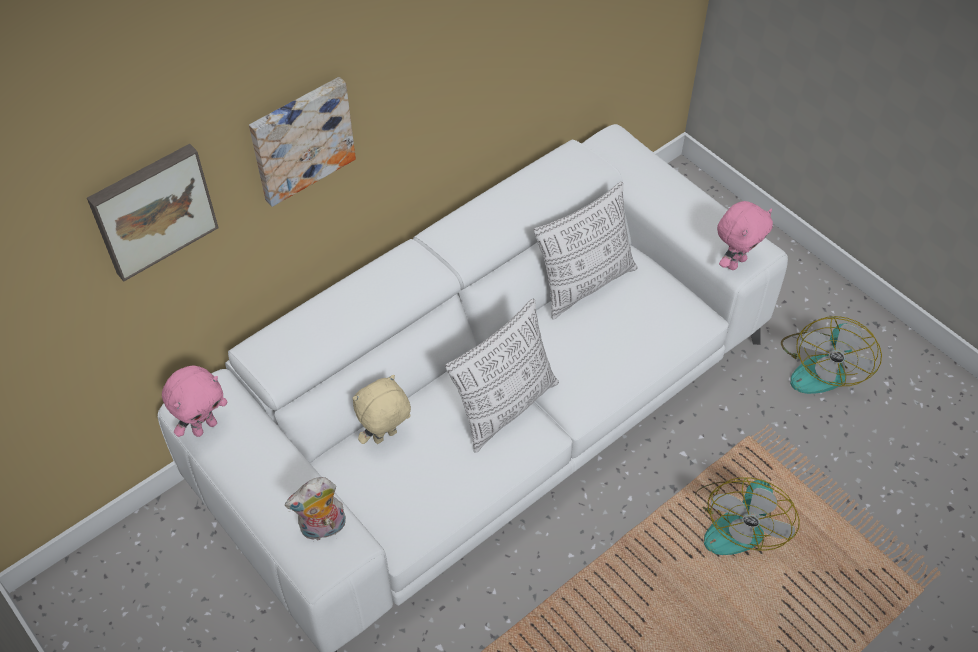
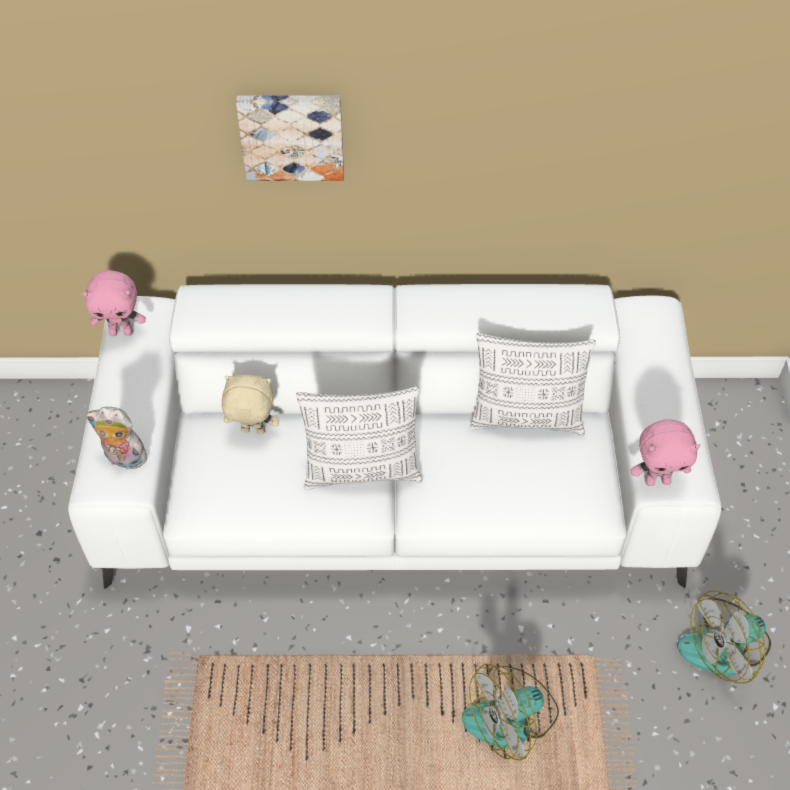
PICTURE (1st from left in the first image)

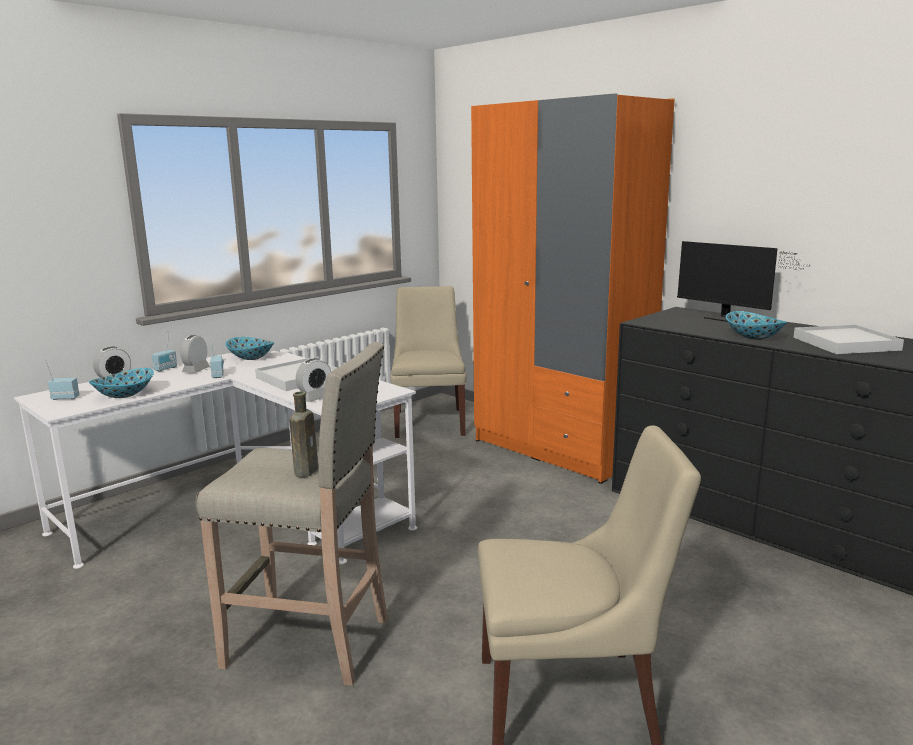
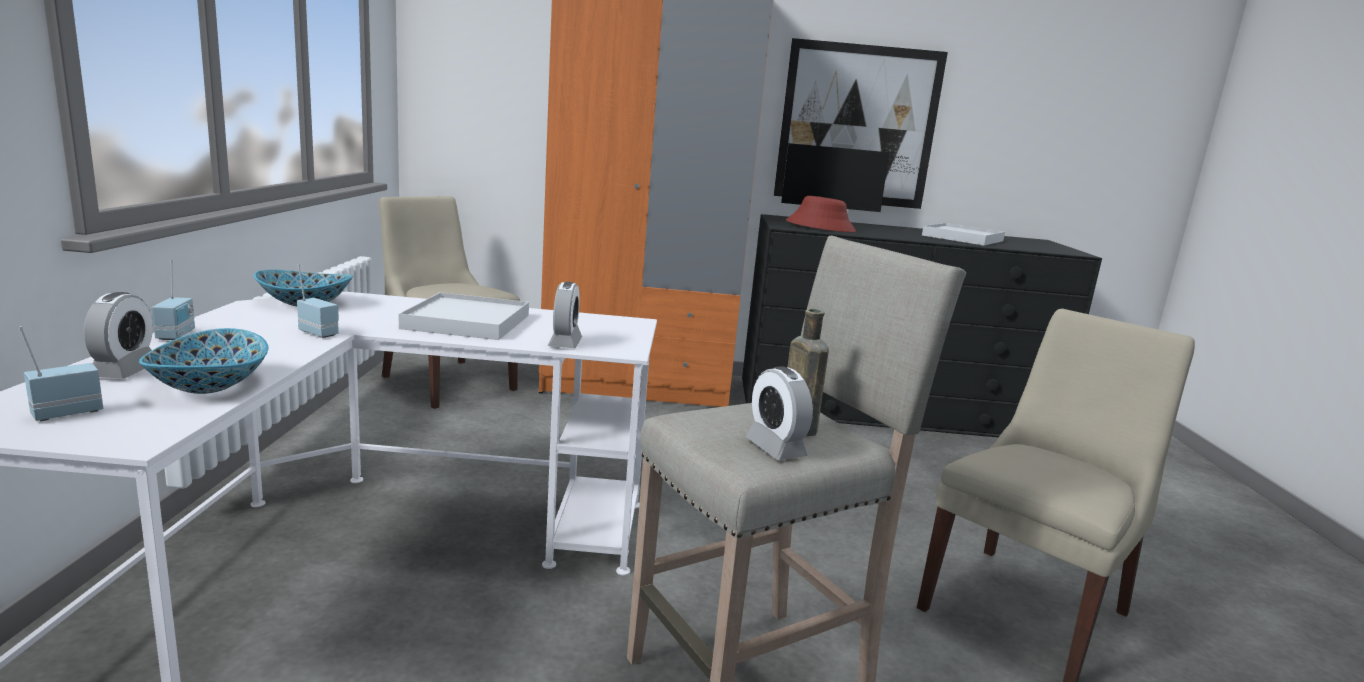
BOWL (3rd from left in the first image)
ALARM CLOCK (3rd from left)
PICTURE
RED HAT

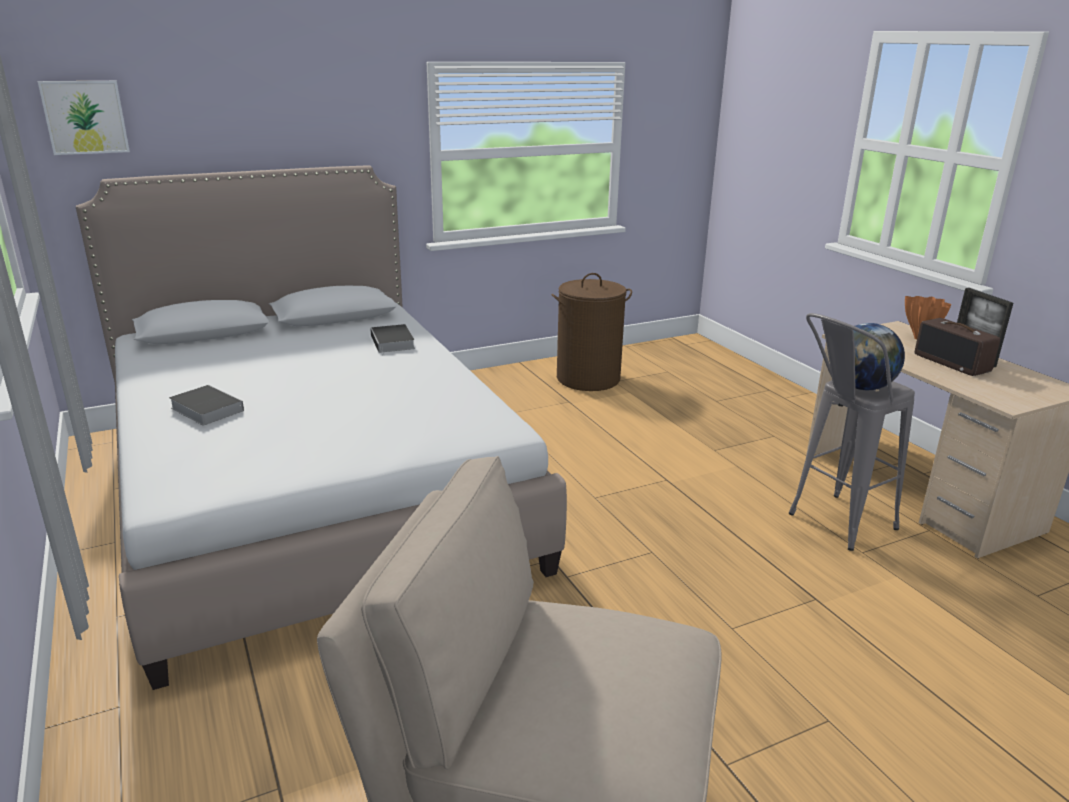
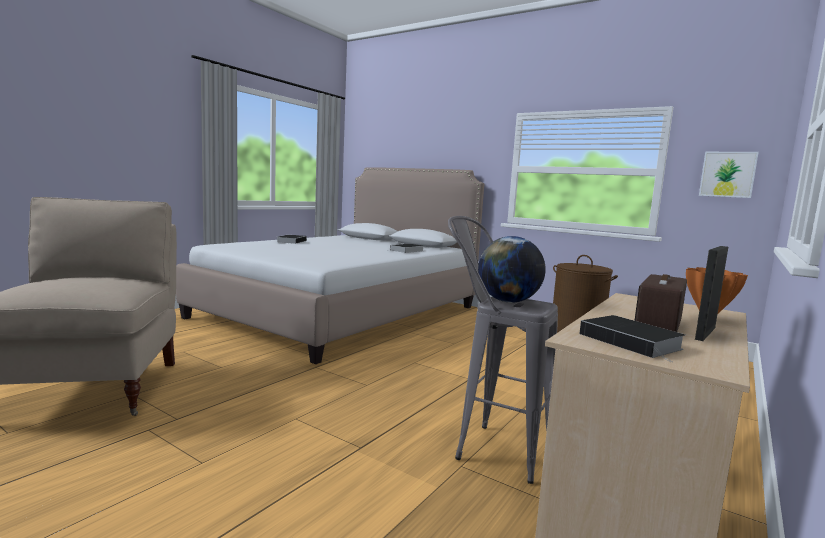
PICTURE
BOOK (3rd from left)

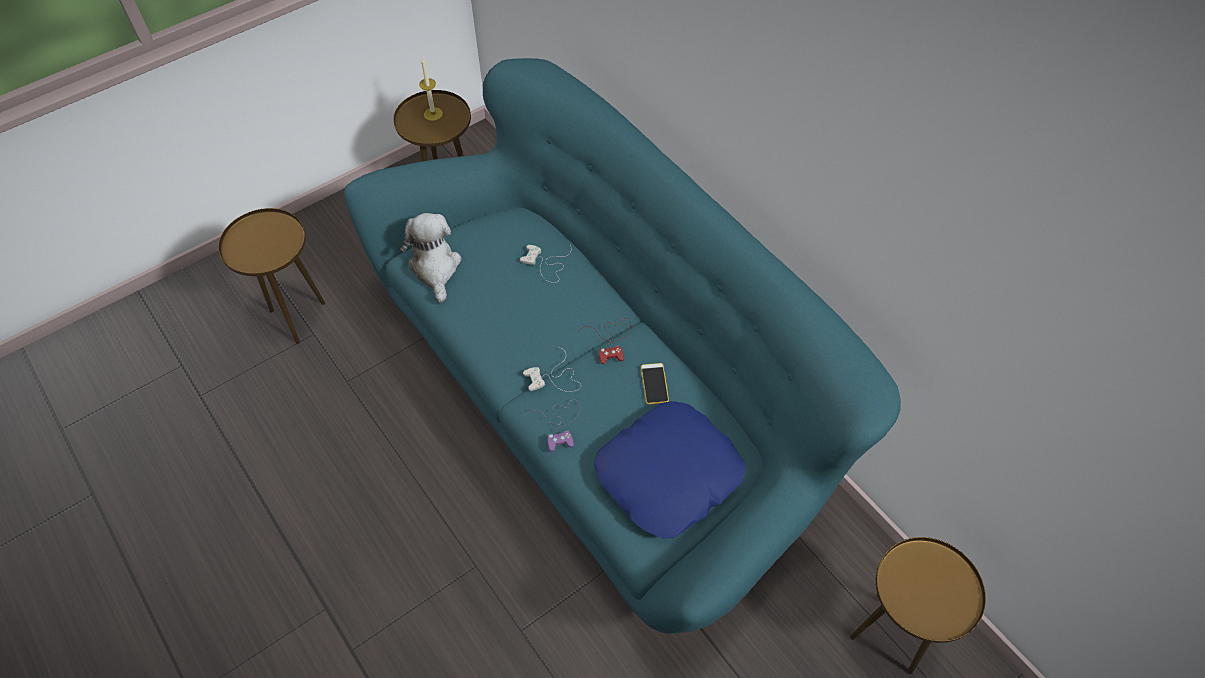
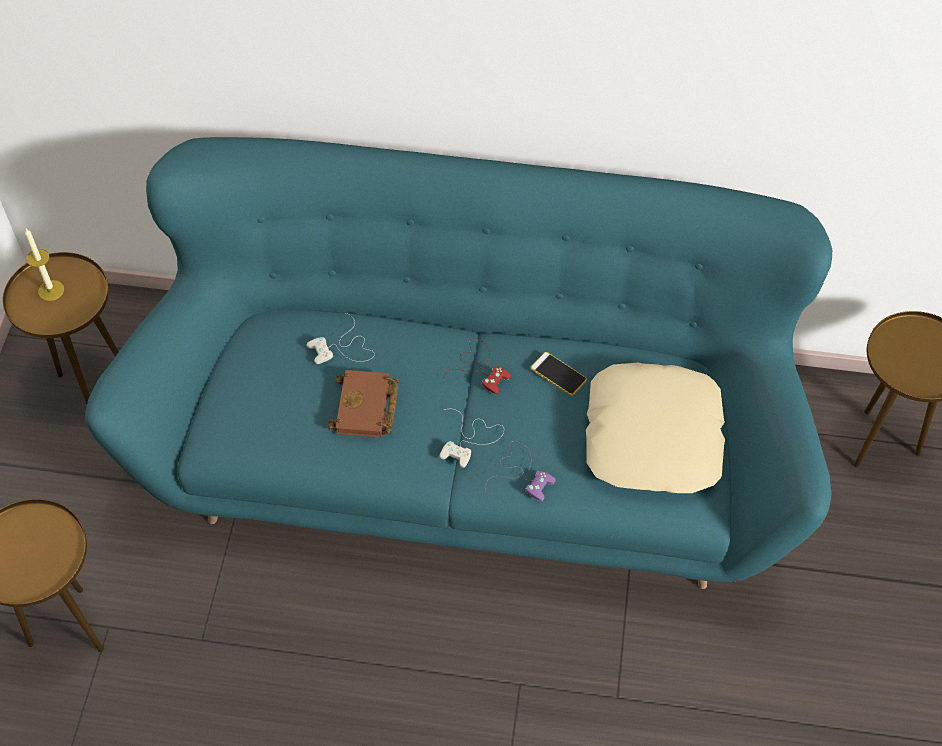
PLUSH TOY
BEIGE PILLOW
BROWN BOOK

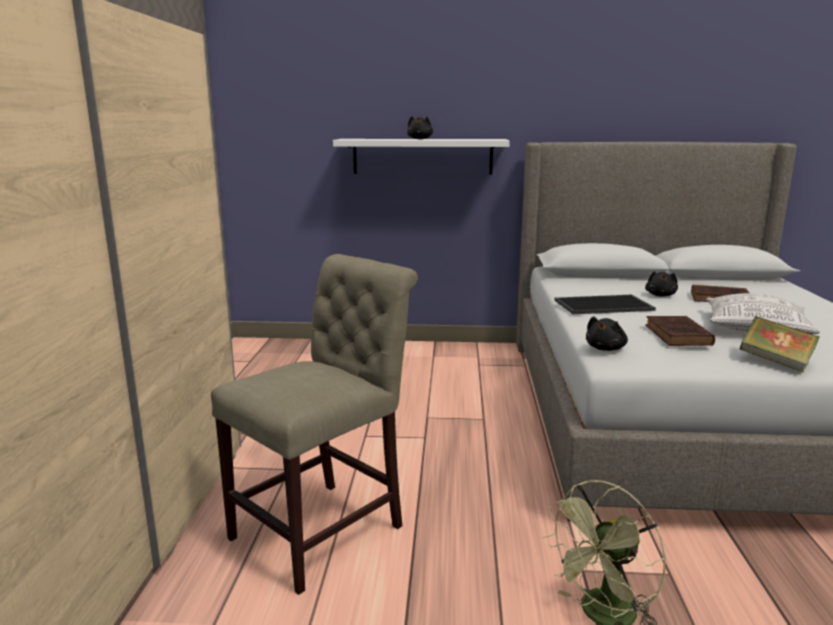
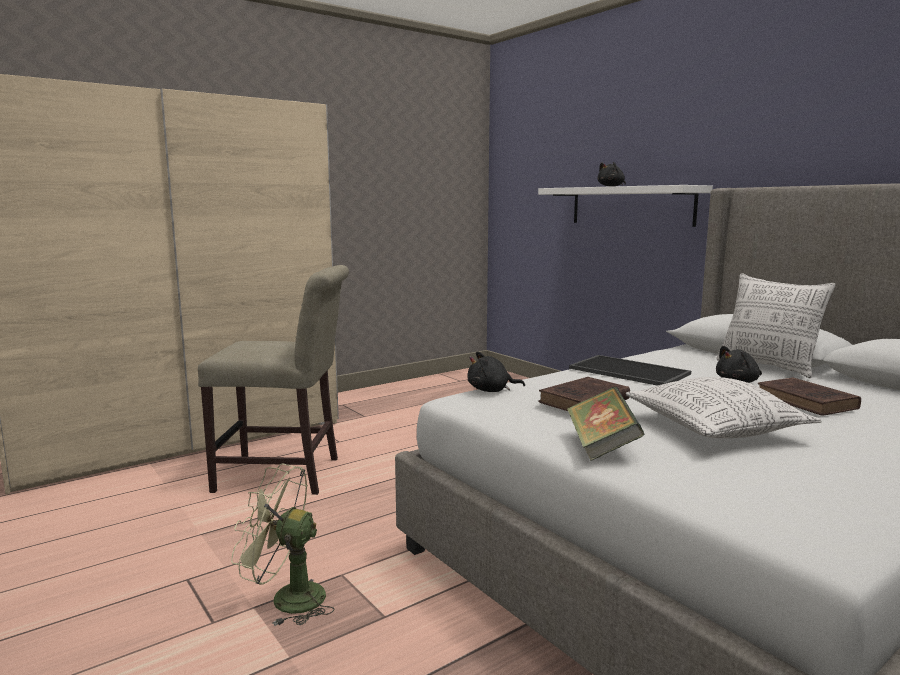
PILLOW (2nd from left)

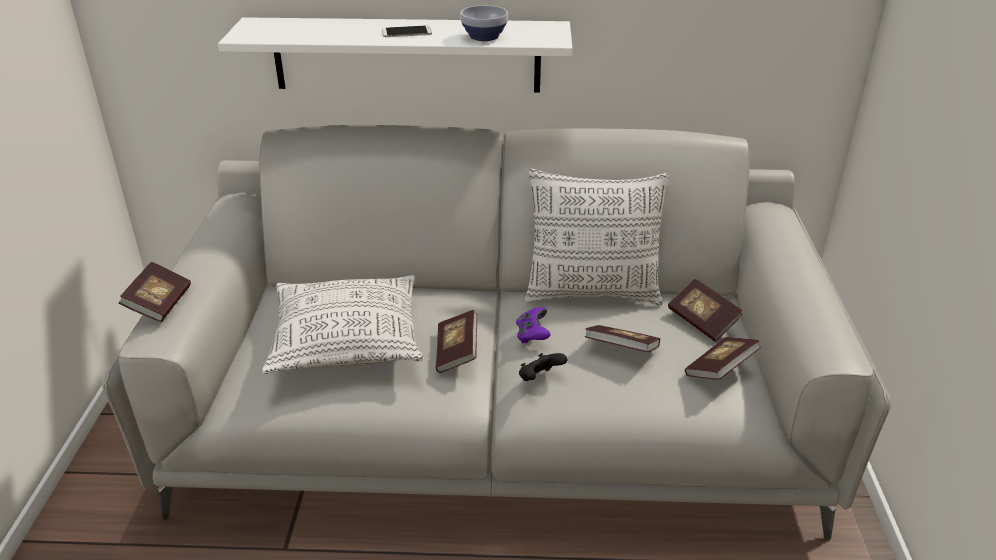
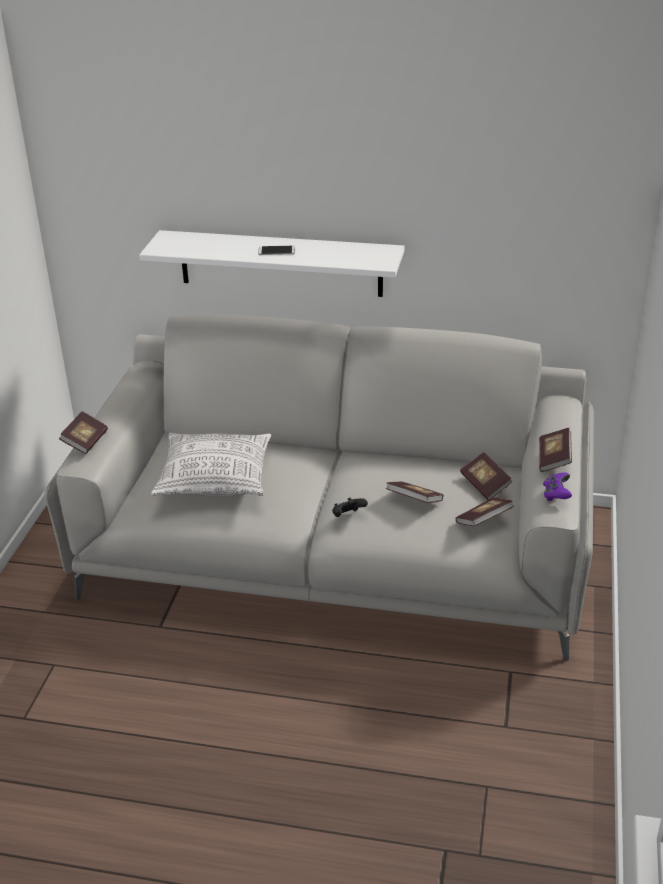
BOWL
PILLOW (2nd from left in the first image)
PURPLE GAME CONTROLLER
BOOK (5th from left)

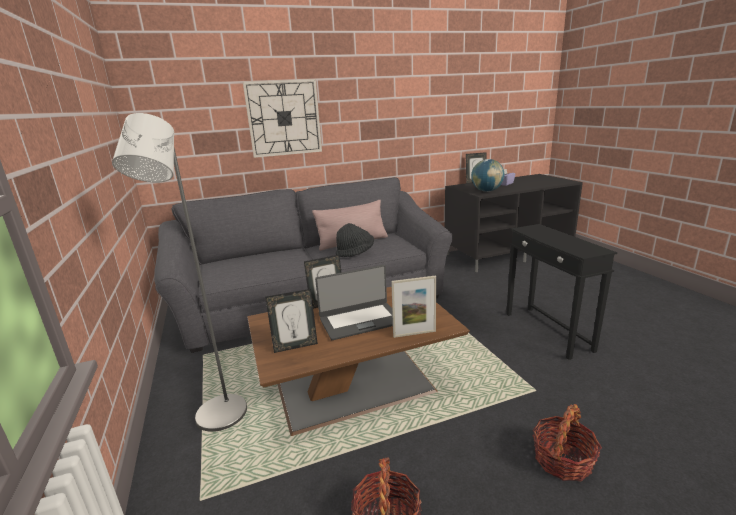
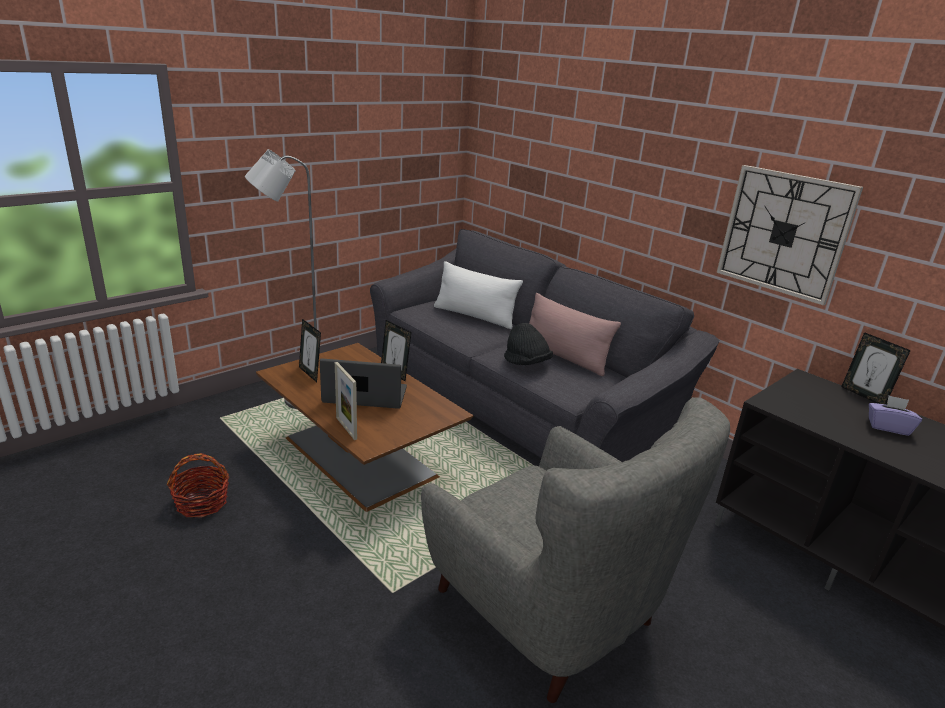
WALL CLOCK
GLOBE
GREY ARMCHAIR
LAPTOP
BASKET (2nd from left in the first image)
WHITE PILLOW

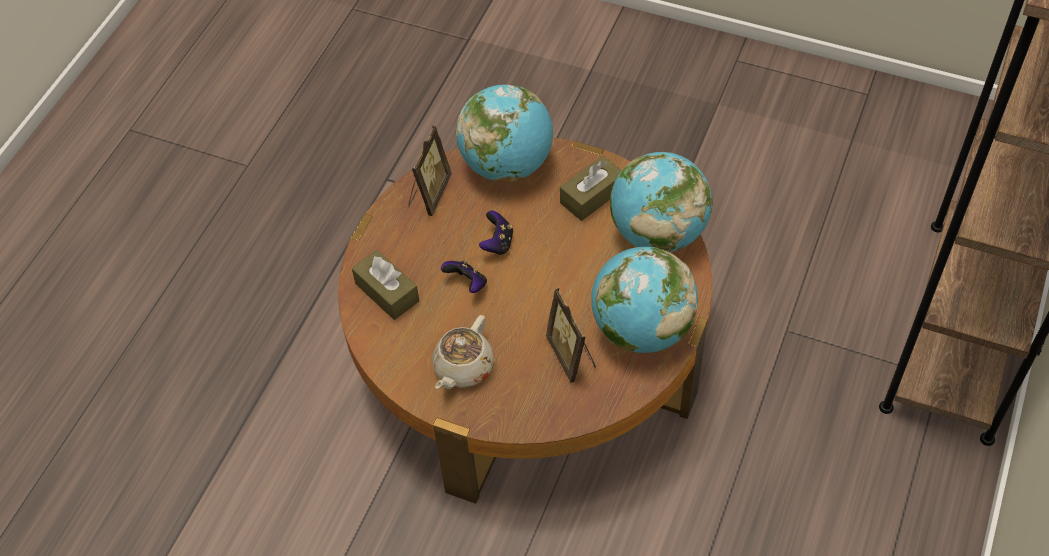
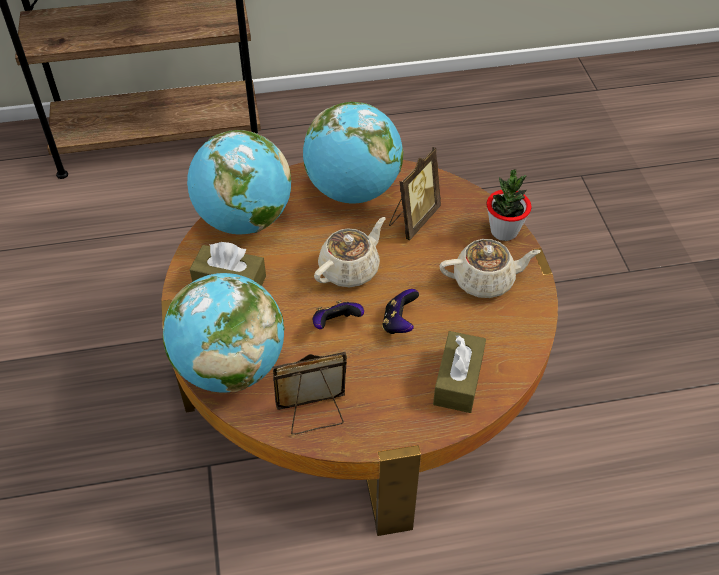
POTTED PLANT
BEIGE TEAPOT (1st from left)

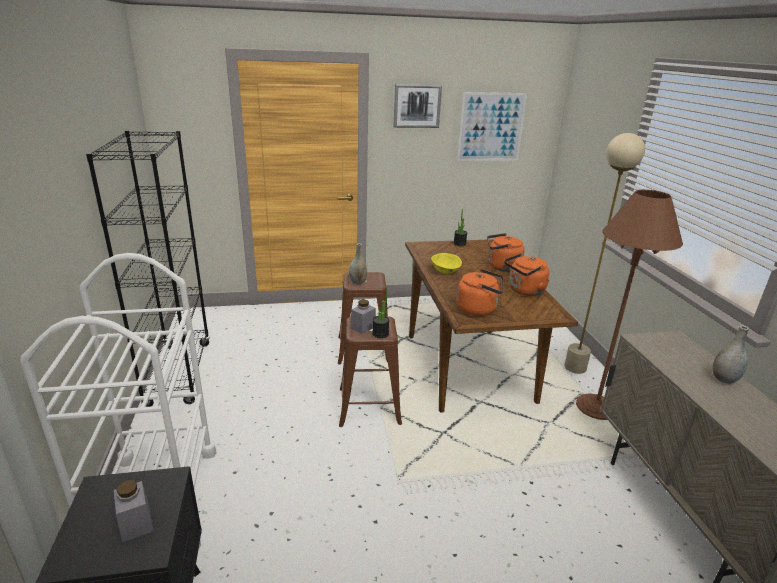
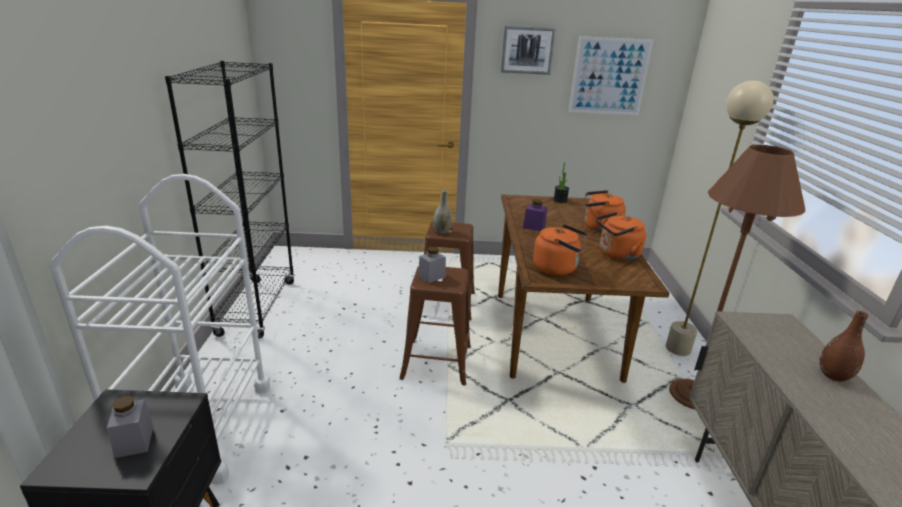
PURPLE JAR
POTTED PLANT (1st from left in the first image)
BROWN VASE

